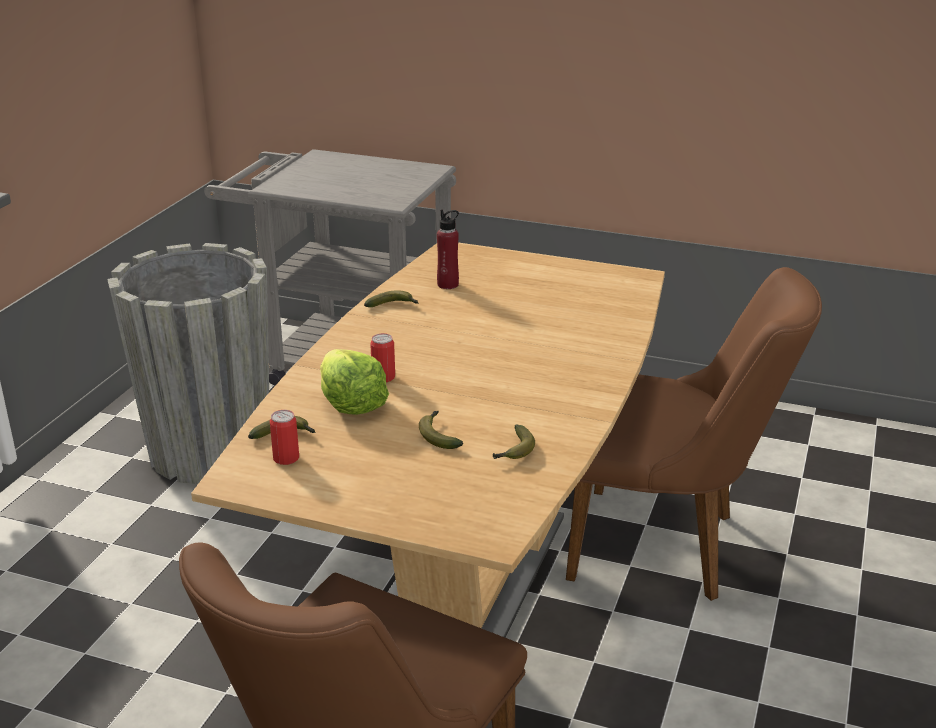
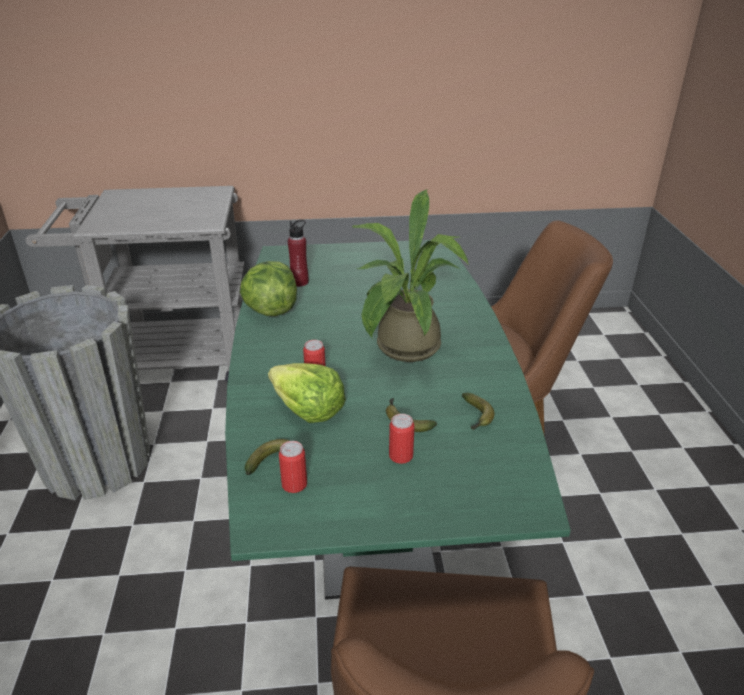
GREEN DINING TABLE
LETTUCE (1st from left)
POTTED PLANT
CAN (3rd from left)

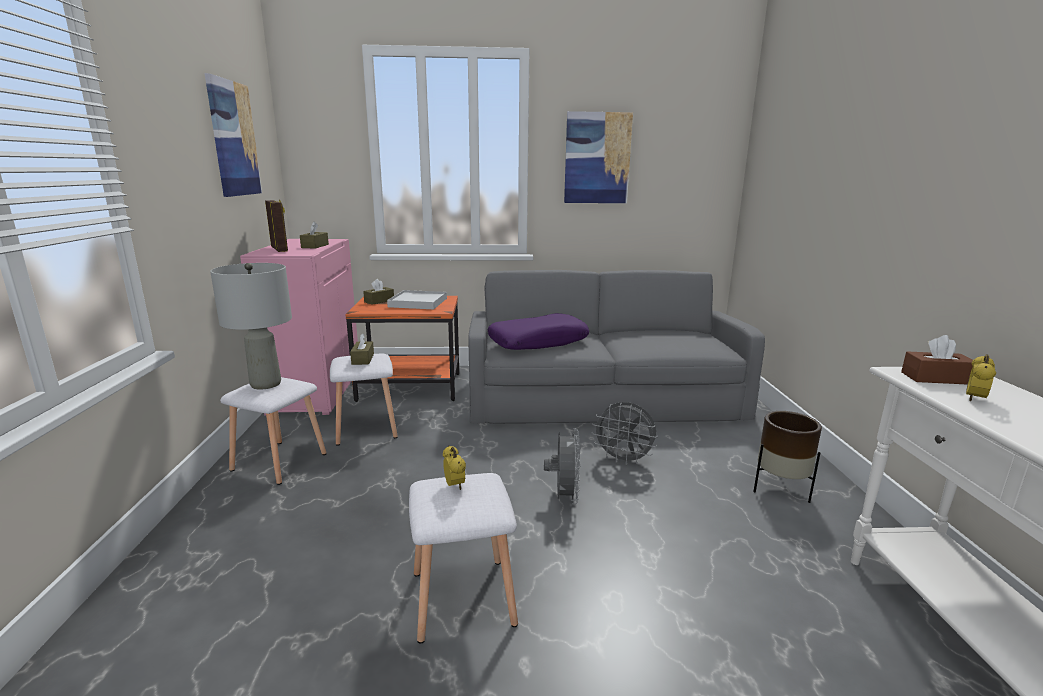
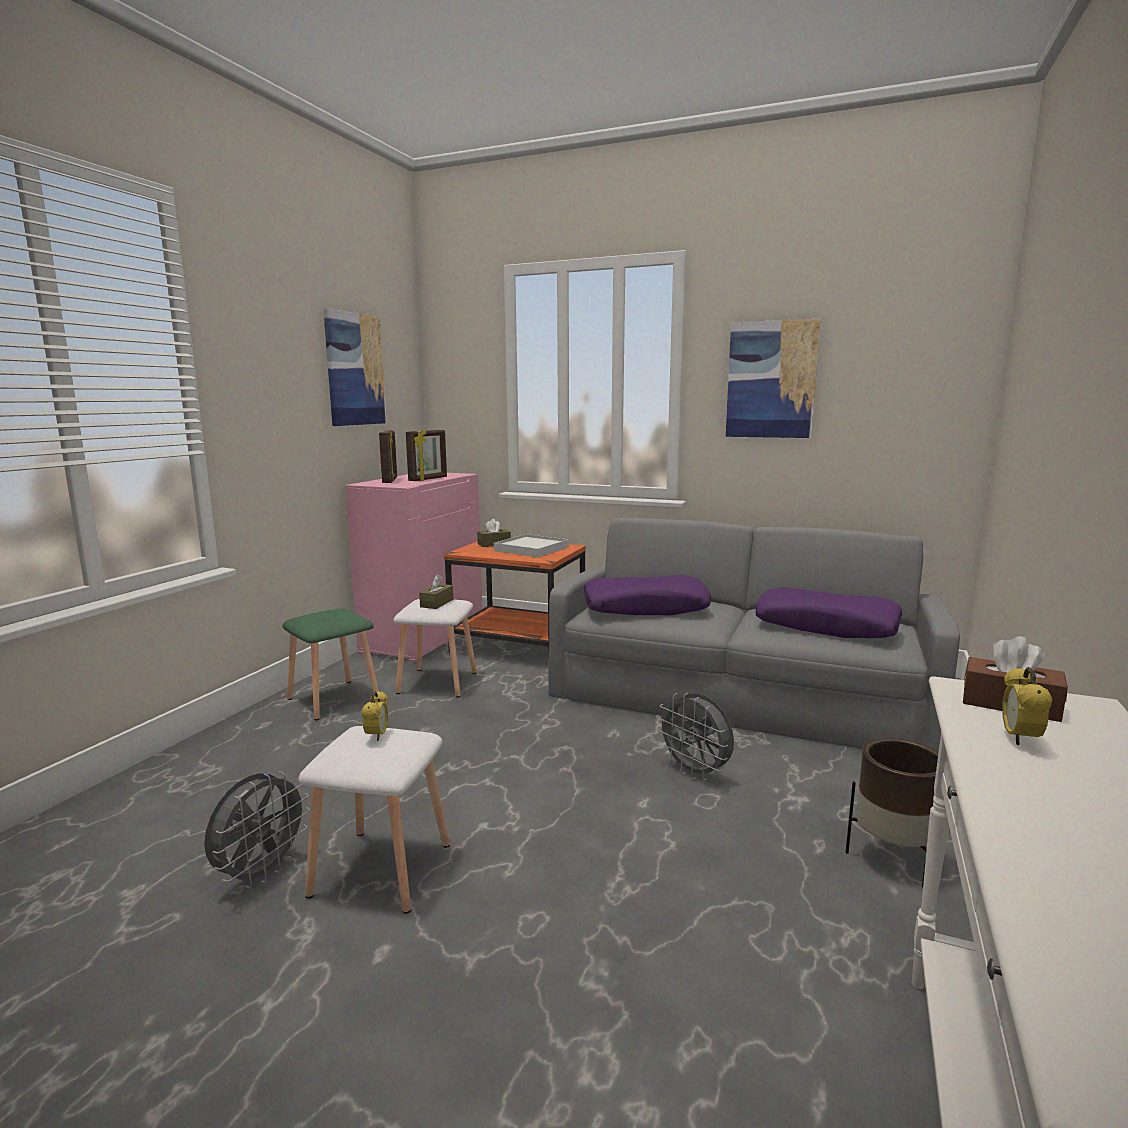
PICTURE FRAME (2nd from left)
GREY TABLE LAMP
ALARM CLOCK (2nd from left)
GREEN STOOL
GREY FAN (1st from left)
PURPLE PILLOW (2nd from left)

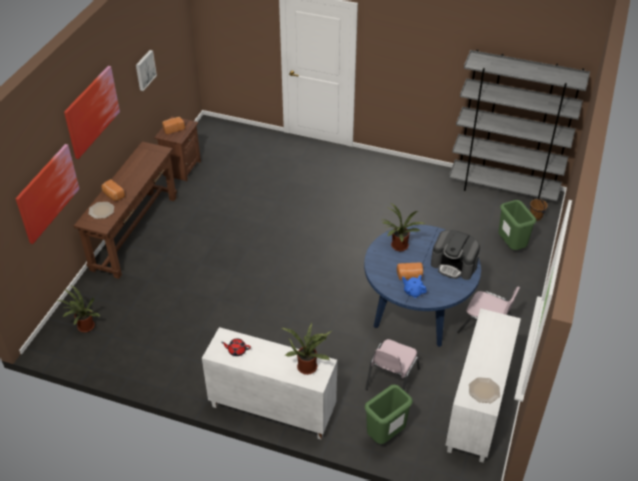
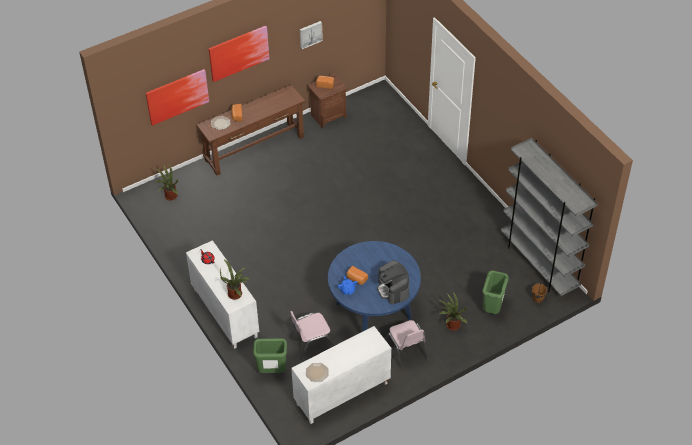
POTTED PLANT (3rd from left)

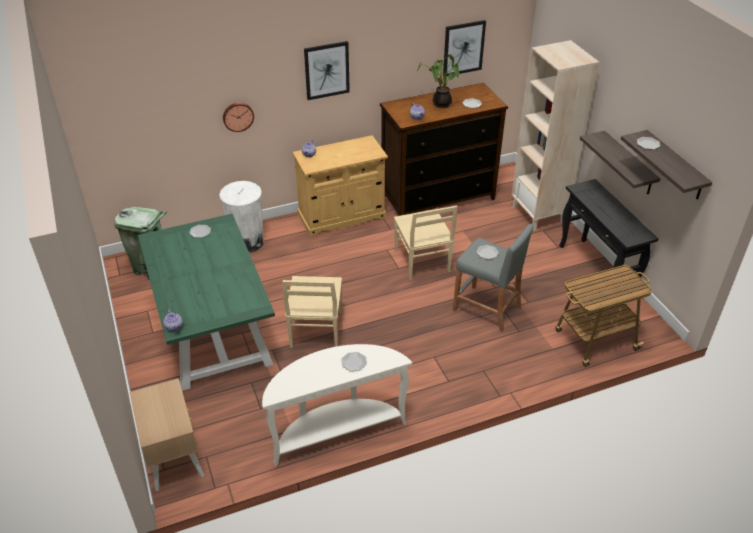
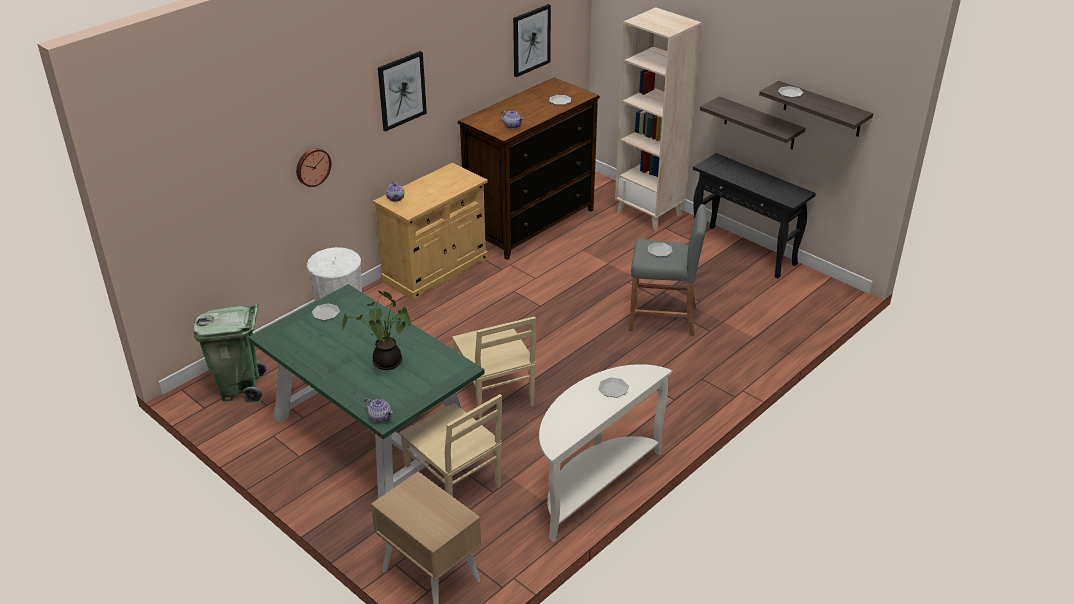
POTTED PLANT
BEIGE CHAIR (1st from left)
CART

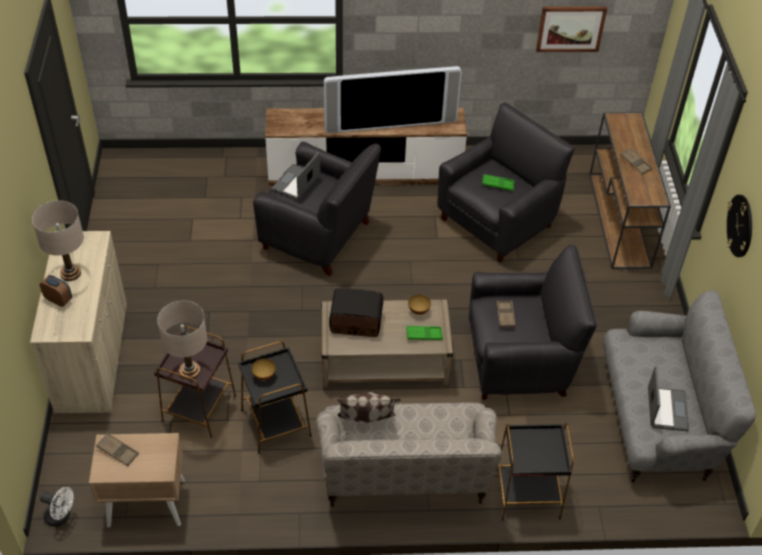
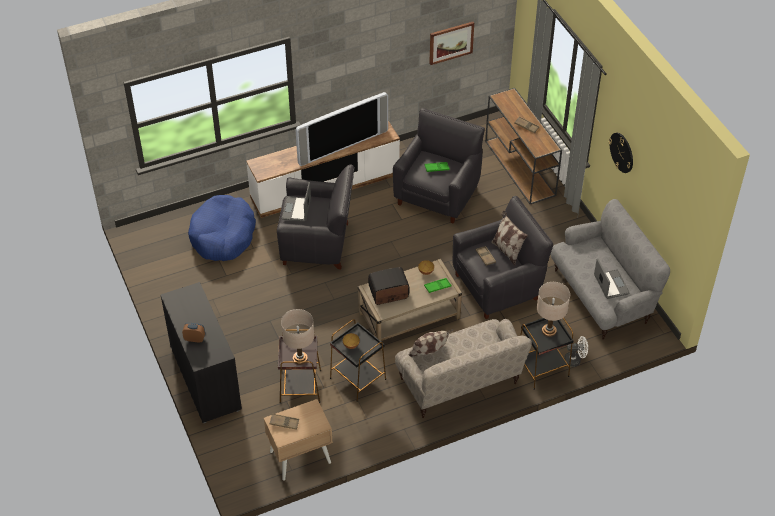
BEIGE TABLE LAMP (2nd from left)
BLACK CABINET
WHITE FAN
BLUE DOG BED
PILLOW (2nd from left)

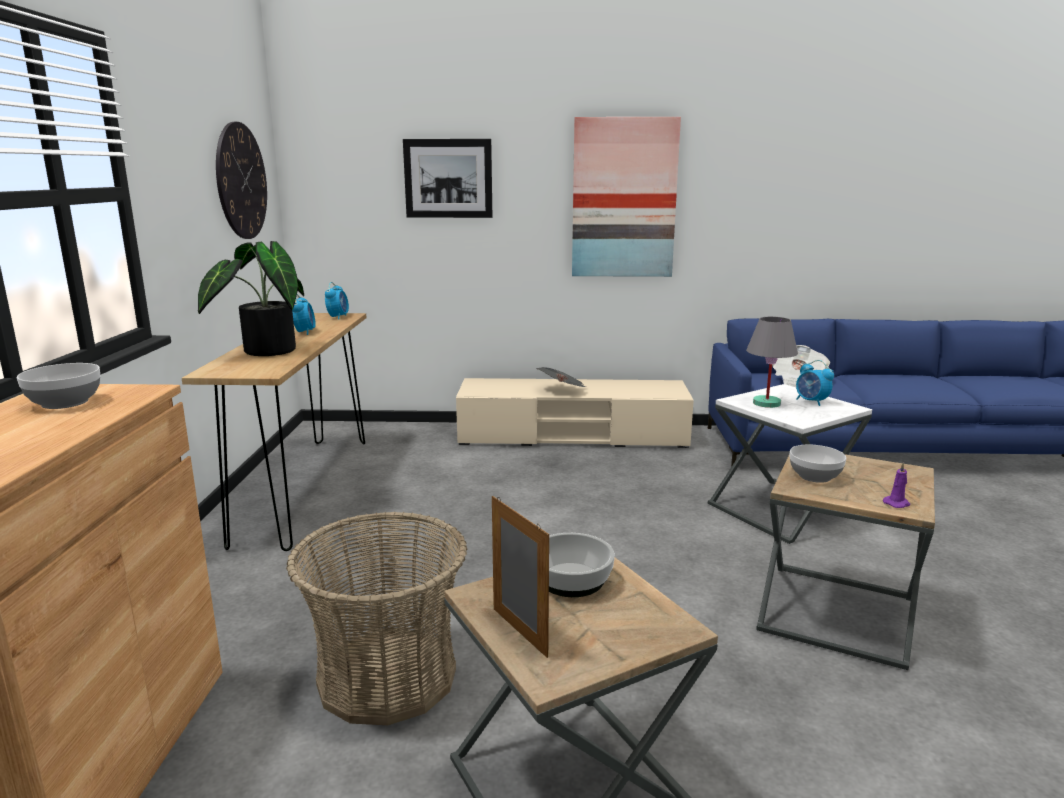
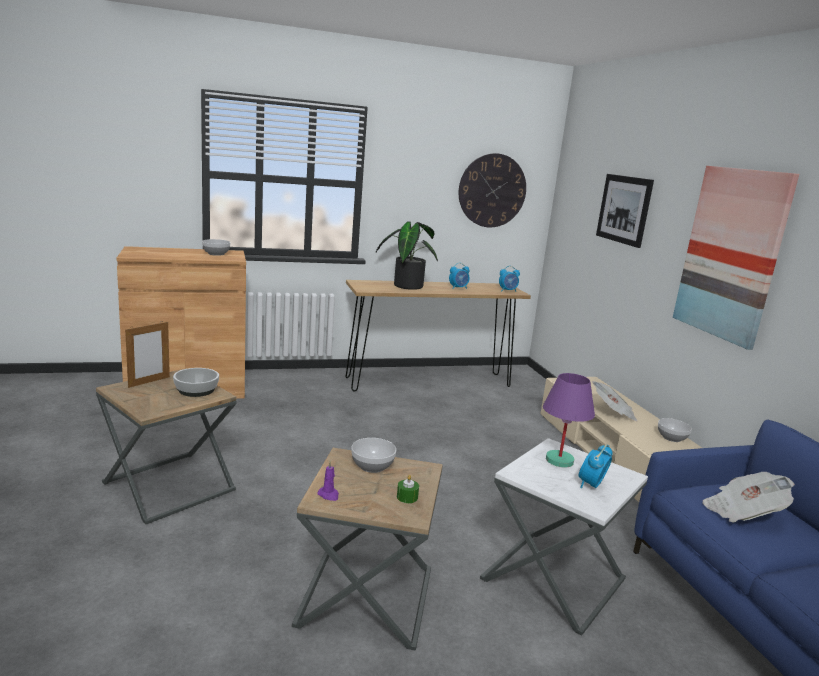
PURPLE TABLE LAMP
BASKET
BOWL (4th from left)
GREEN CANDLE

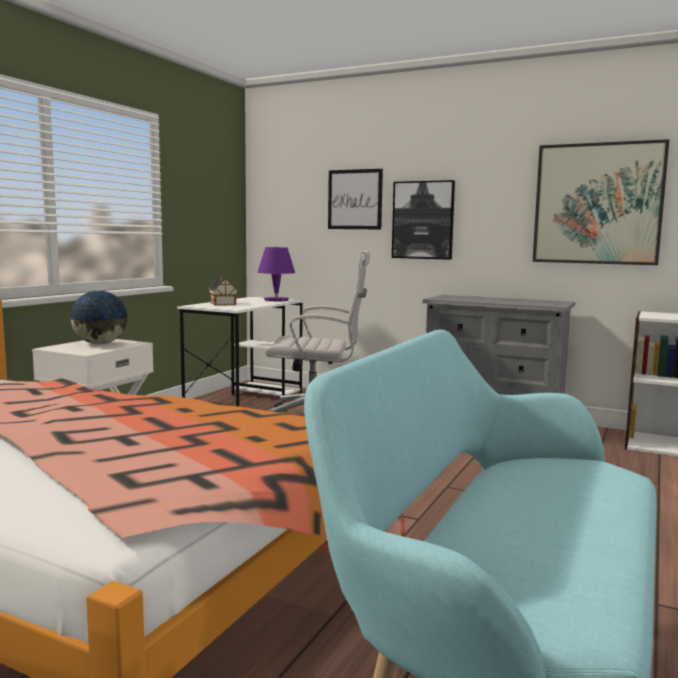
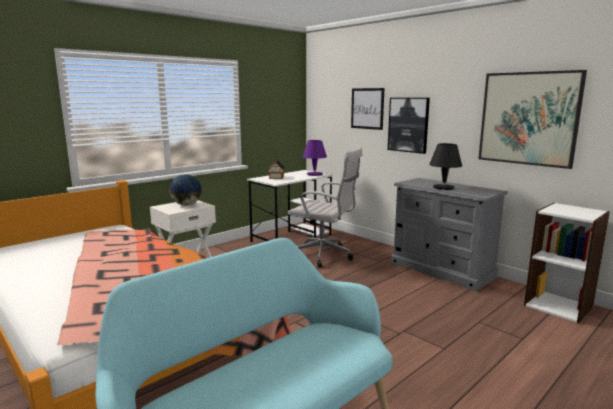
BLACK TABLE LAMP

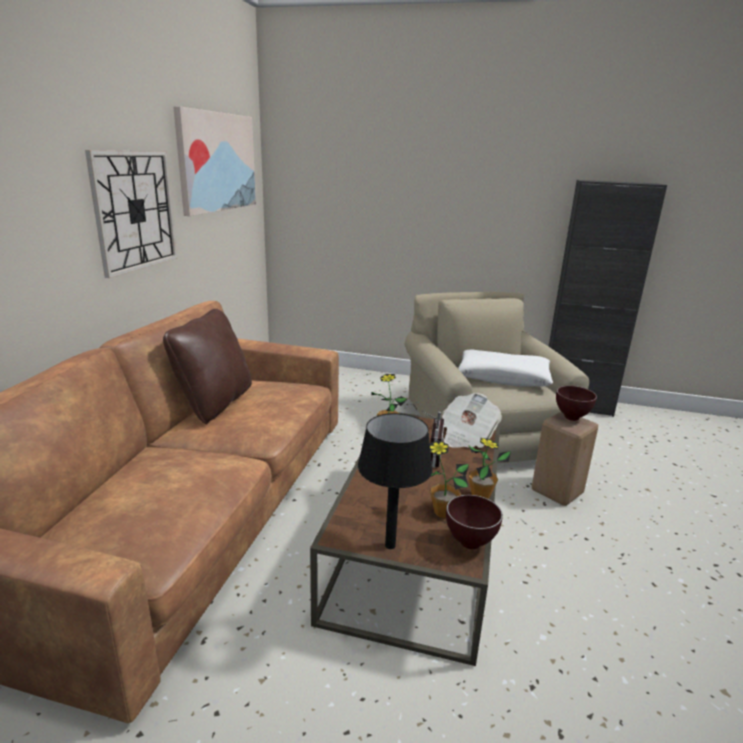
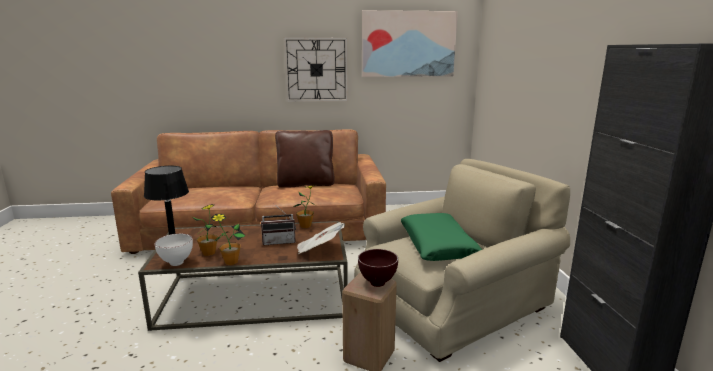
GREEN PILLOW
WHITE BOWL

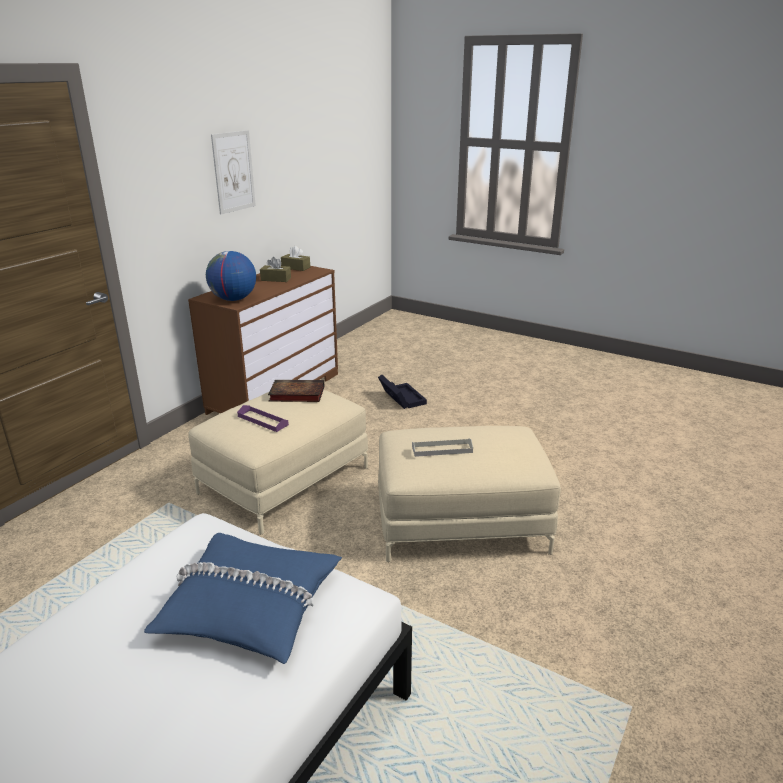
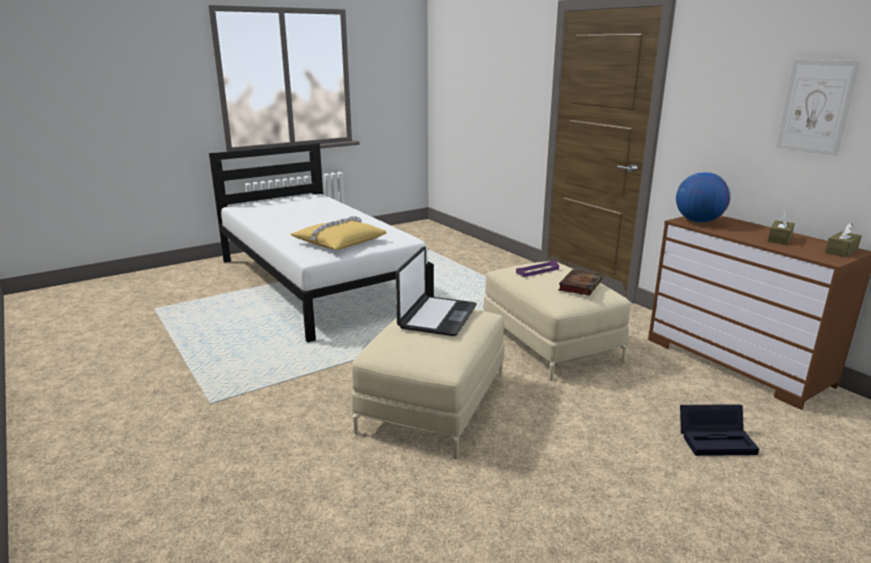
LAPTOP
YELLOW PILLOW

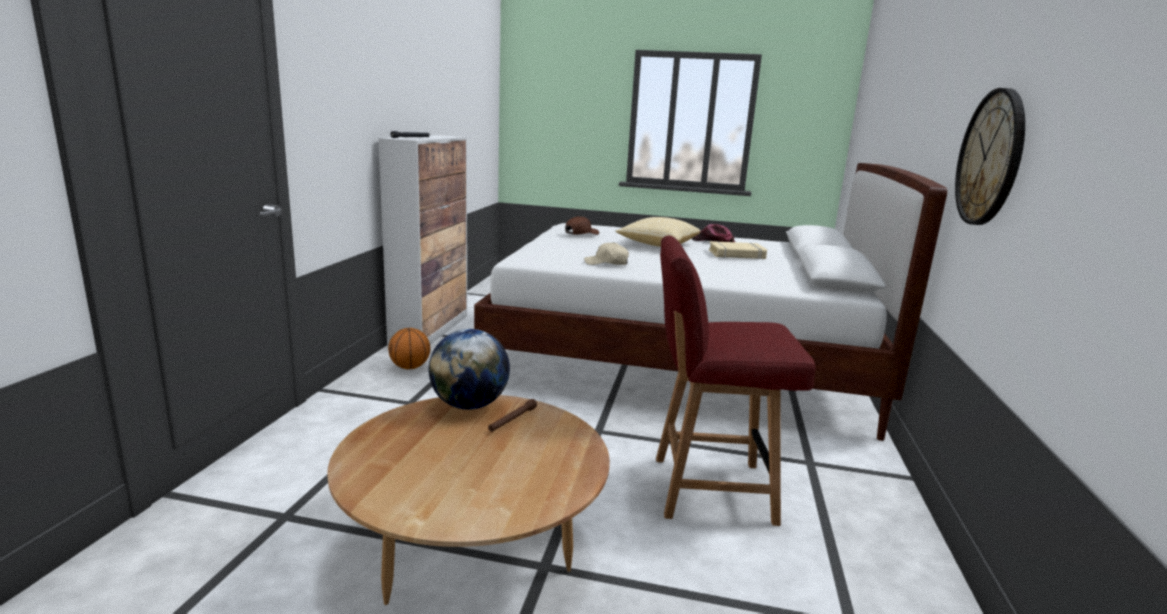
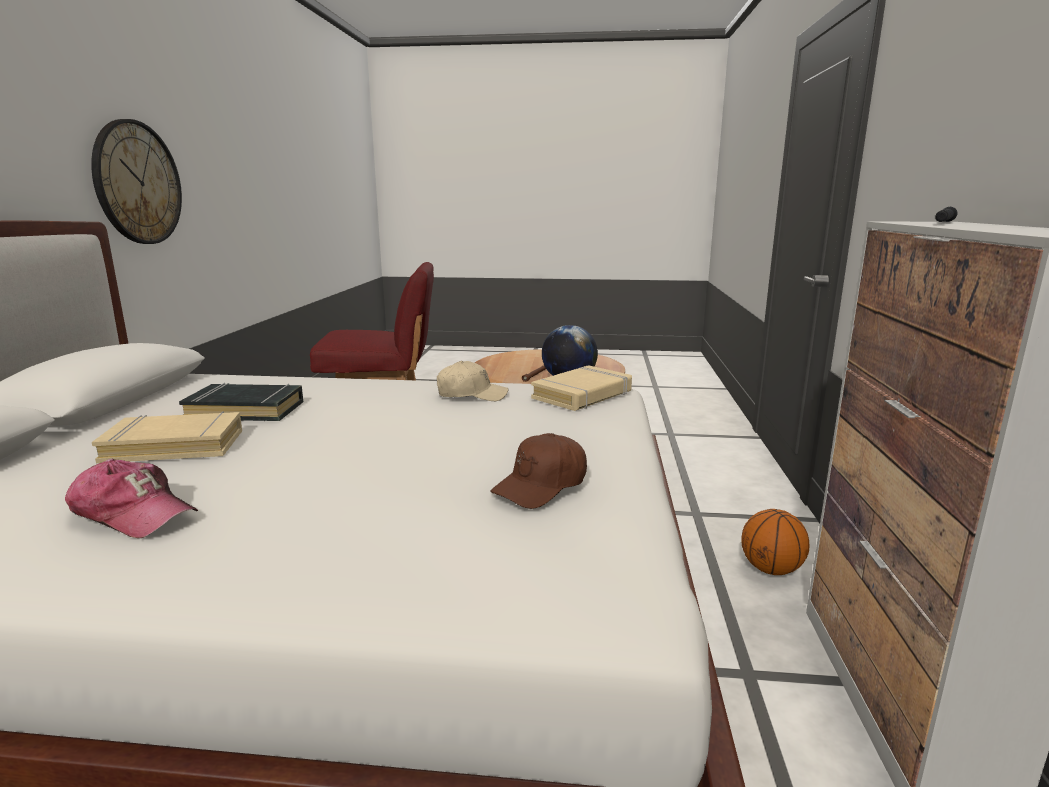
PILLOW
BEIGE BOOK (2nd from left)
BLACK BOOK

